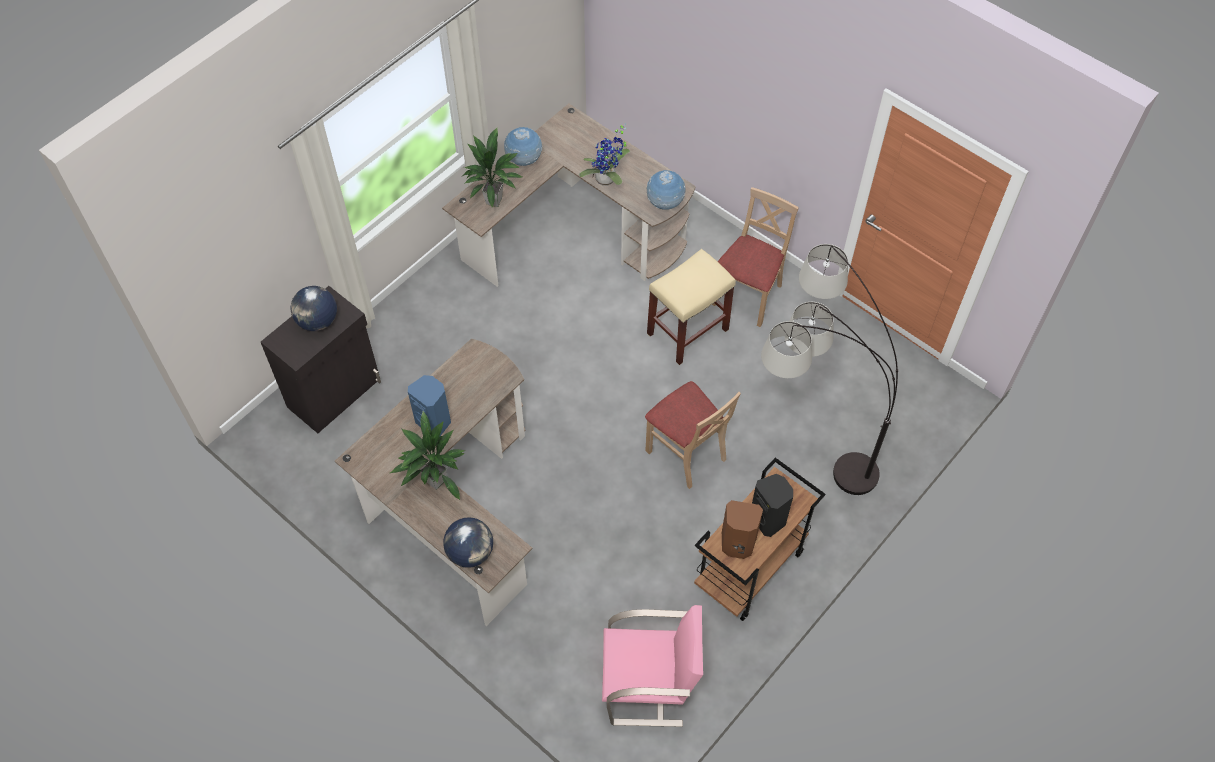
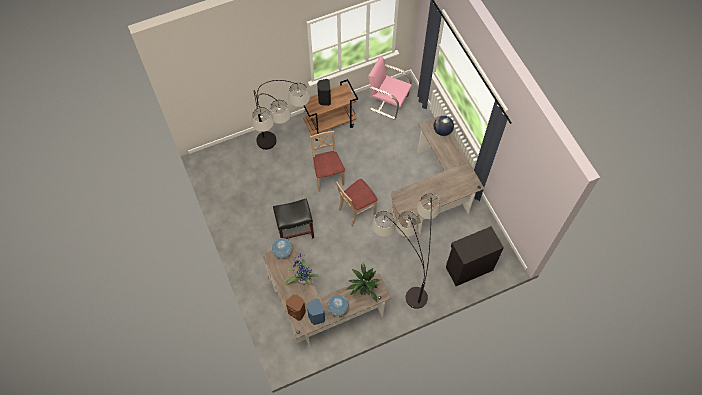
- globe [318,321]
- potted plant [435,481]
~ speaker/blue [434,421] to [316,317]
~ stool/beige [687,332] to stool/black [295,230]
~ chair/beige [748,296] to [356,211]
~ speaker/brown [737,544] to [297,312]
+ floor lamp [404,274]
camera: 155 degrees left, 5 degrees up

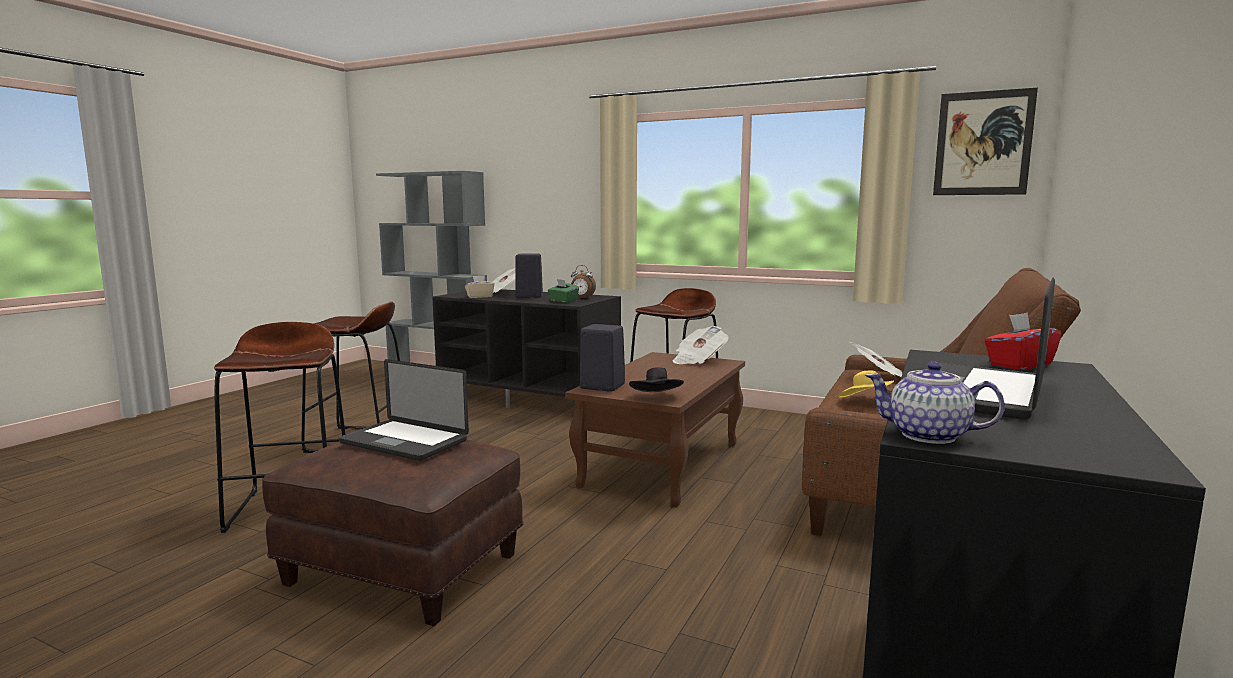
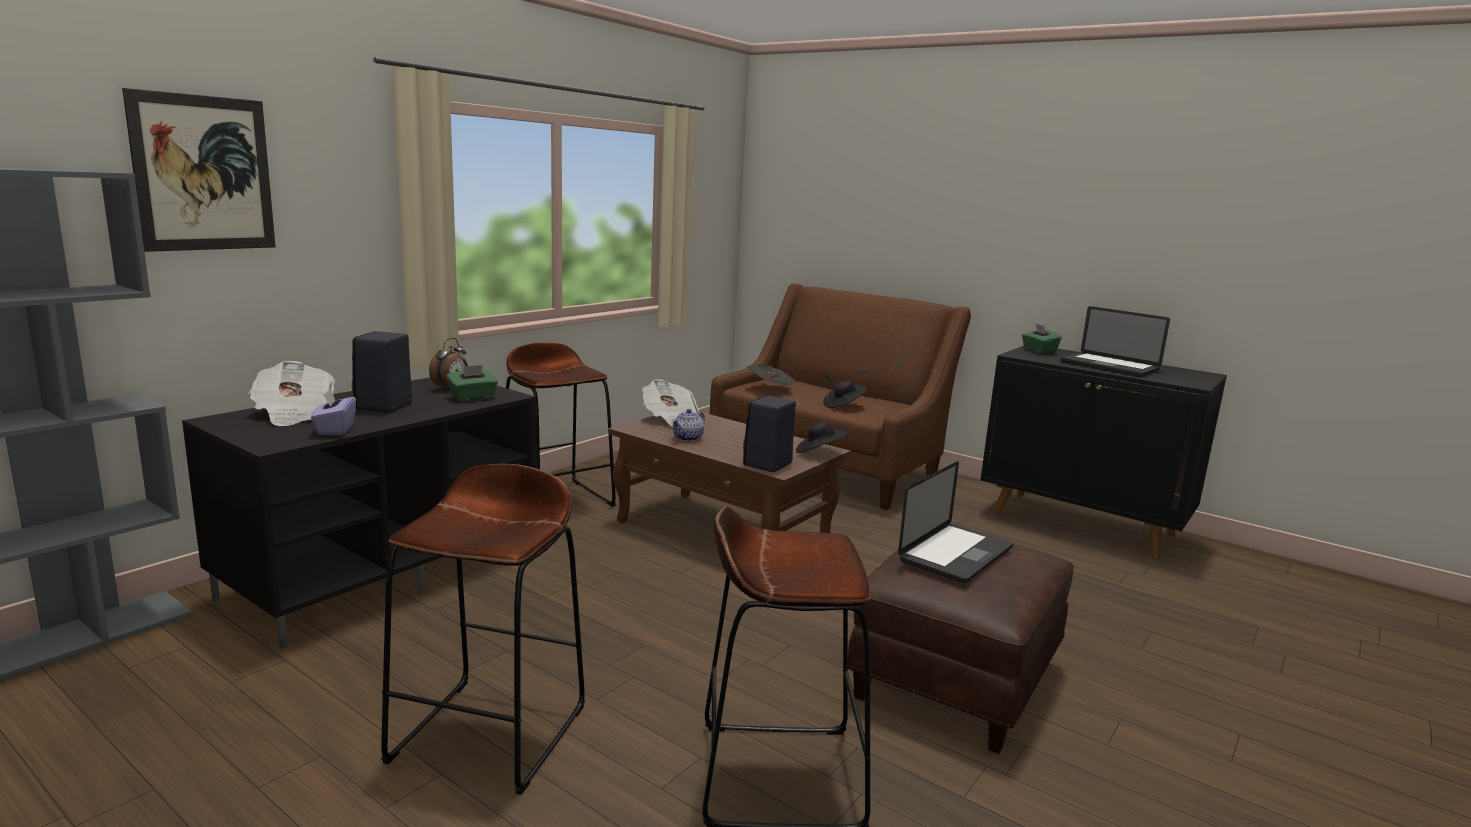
~ tissue box/beige [479,297] to tissue box/purple [335,429]
~ hat/yellow [865,402] to hat/black [843,406]
~ teapot [929,435] to [688,438]
~ picture [983,143] to [204,173]
~ tissue box/red [1019,365] to tissue box/green [1038,351]
camera: 80 degrees left, 5 degrees up

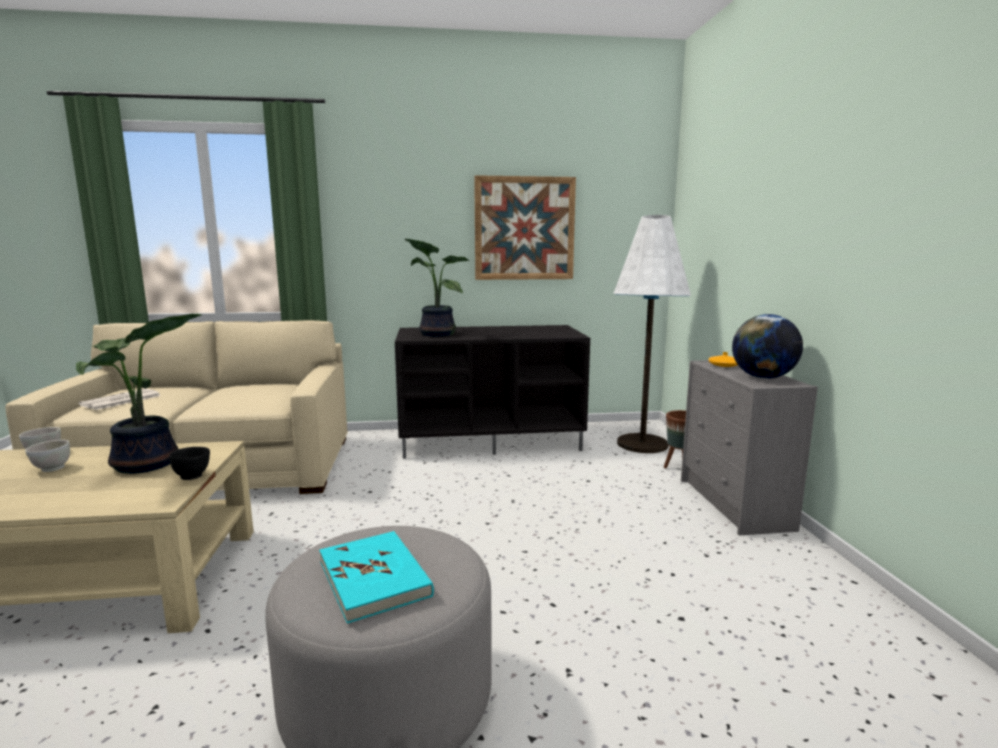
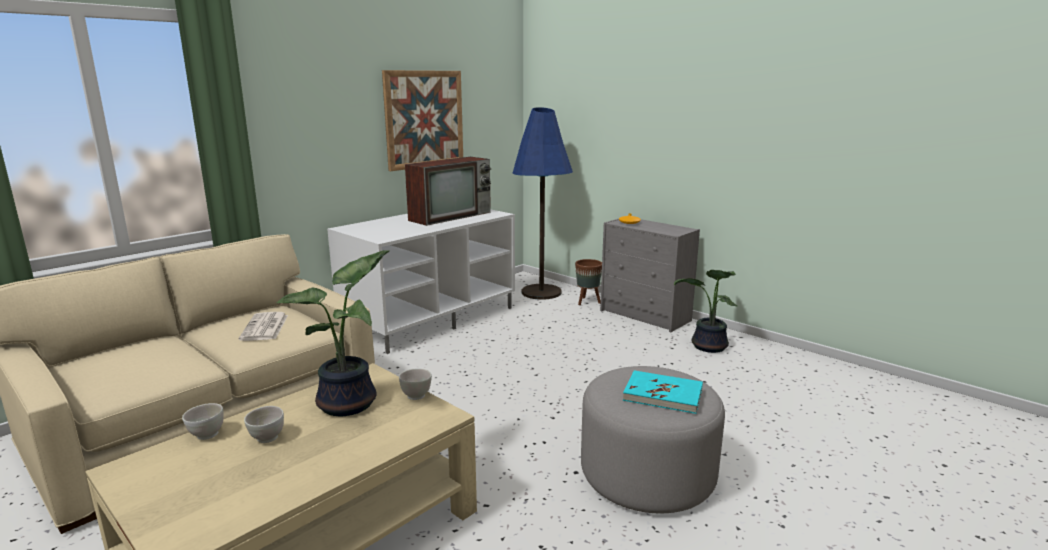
~ newspaper [120,400] to [265,327]
~ bowl/black [192,476] to bowl/white [416,396]
~ tv stand/black [491,439] to tv stand/white [430,318]
~ potted plant [435,334] to [708,347]
~ floor lamp/white [642,444] to floor lamp/blue [541,292]
- globe [763,378]
+ television [451,216]
camera: 40 degrees left, 5 degrees up

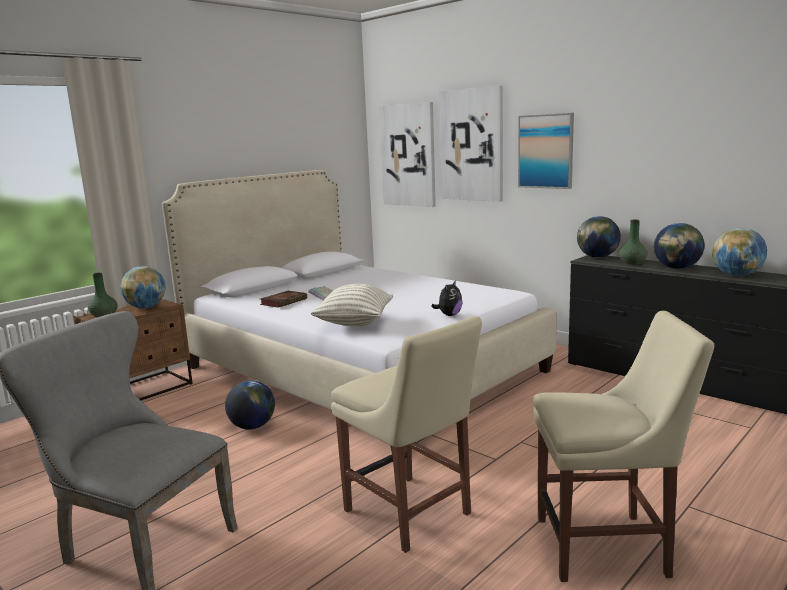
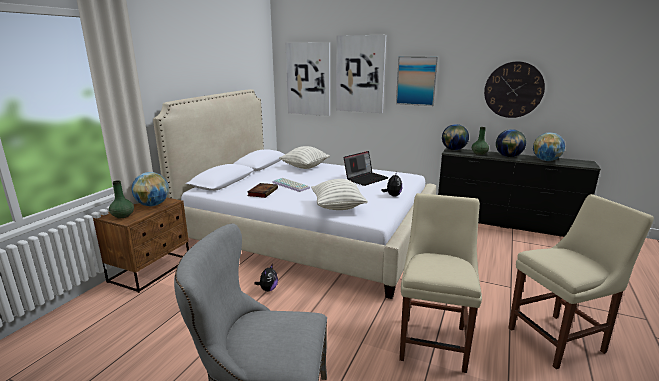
~ globe [252,426] to plush toy [268,289]
~ chair/beige [410,515] = [433,340] 105 degrees counterclockwise
+ pillow [304,167]
+ laptop [366,178]
+ wall clock [513,90]
camera: 20 degrees left, 5 degrees up

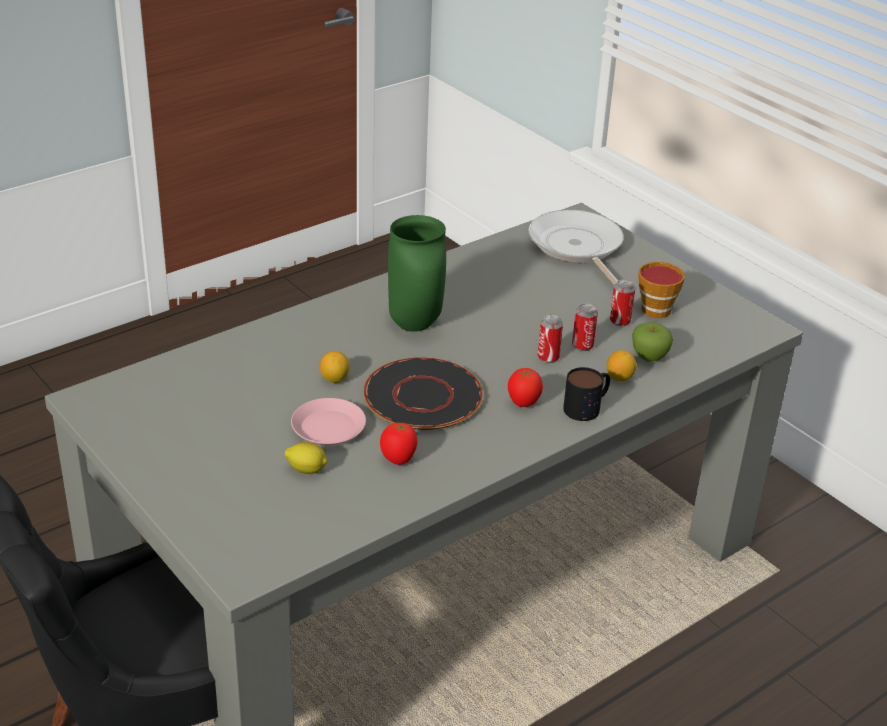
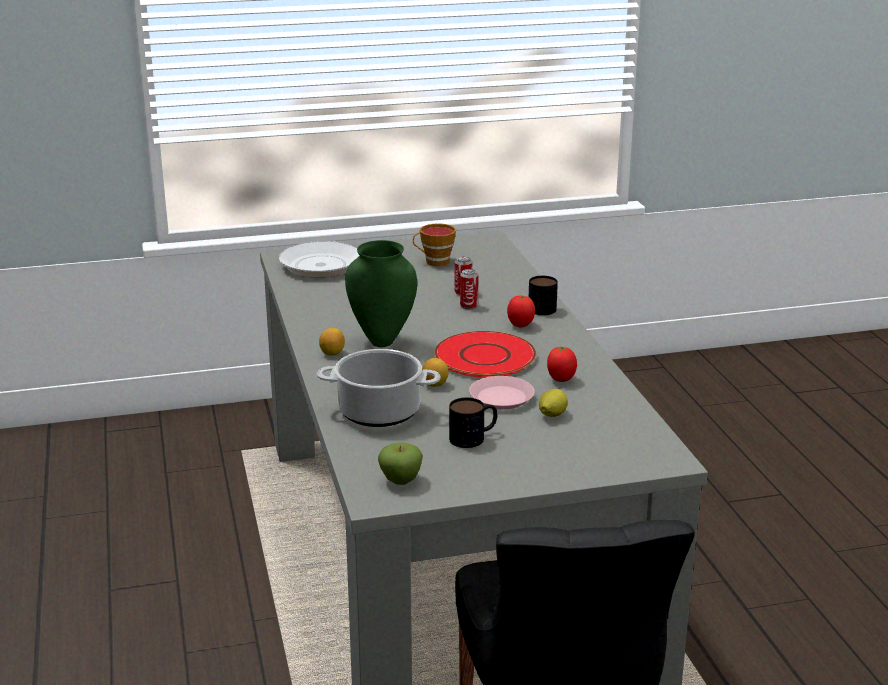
~ plate/black [423,396] to plate/red [484,356]
~ lemon [619,378] to [332,353]
- can [620,321]
~ apple [649,357] to [400,480]
+ cooking pot [378,412]
+ mug [474,437]
camera: 65 degrees left, 10 degrees down

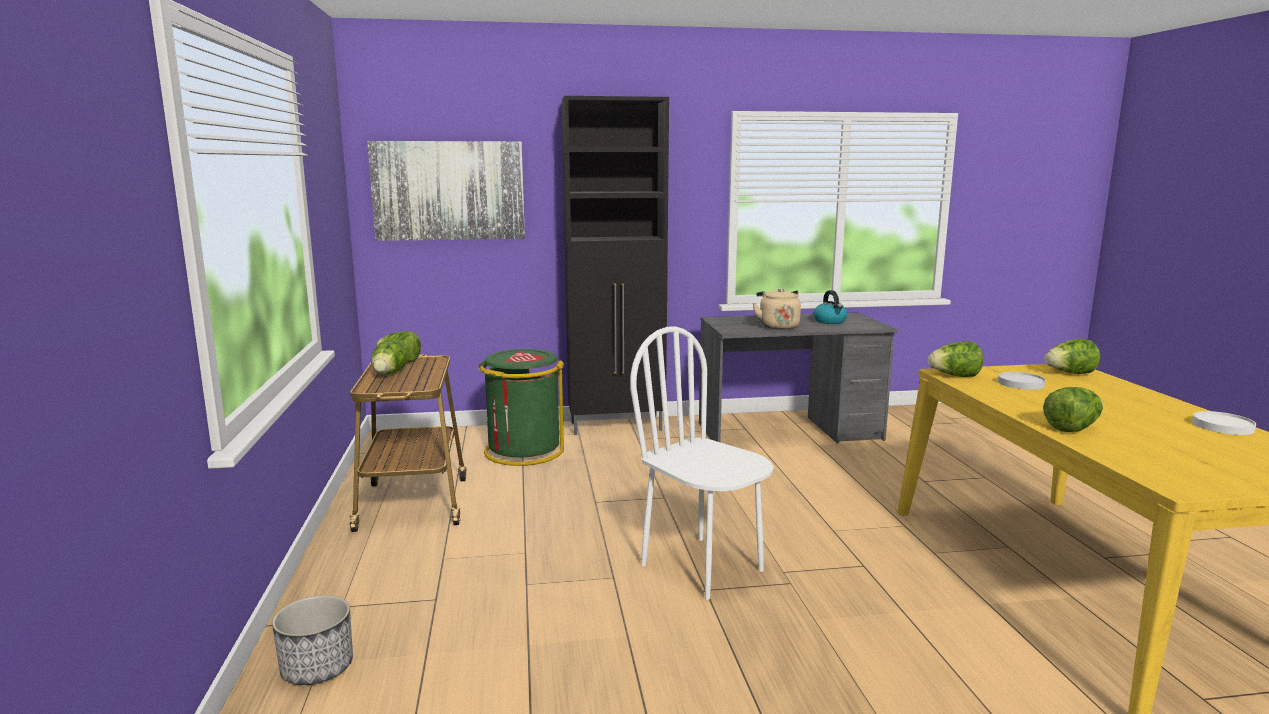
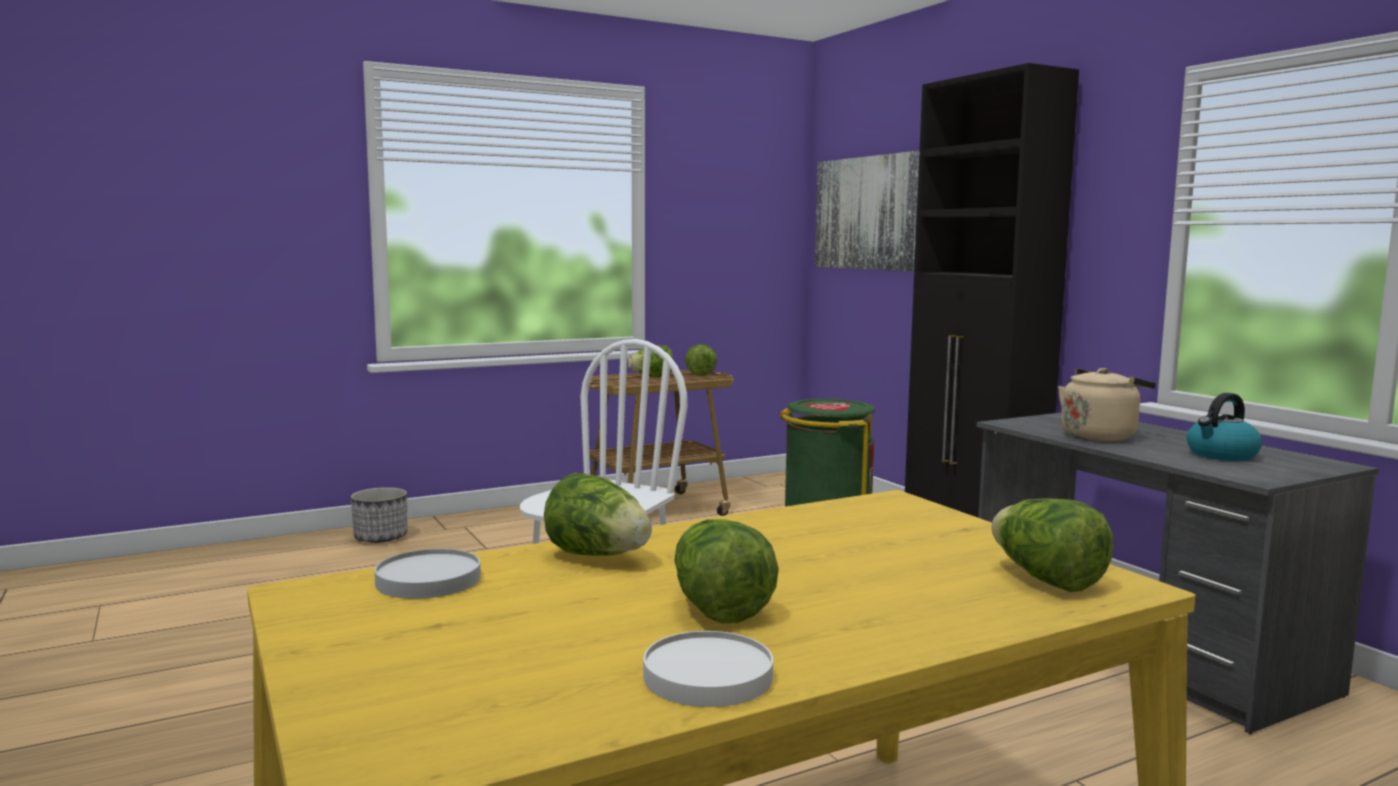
~ lettuce [954,376] to [717,608]
~ plate/white [1021,383] to [428,580]
camera: 70 degrees right, 5 degrees down

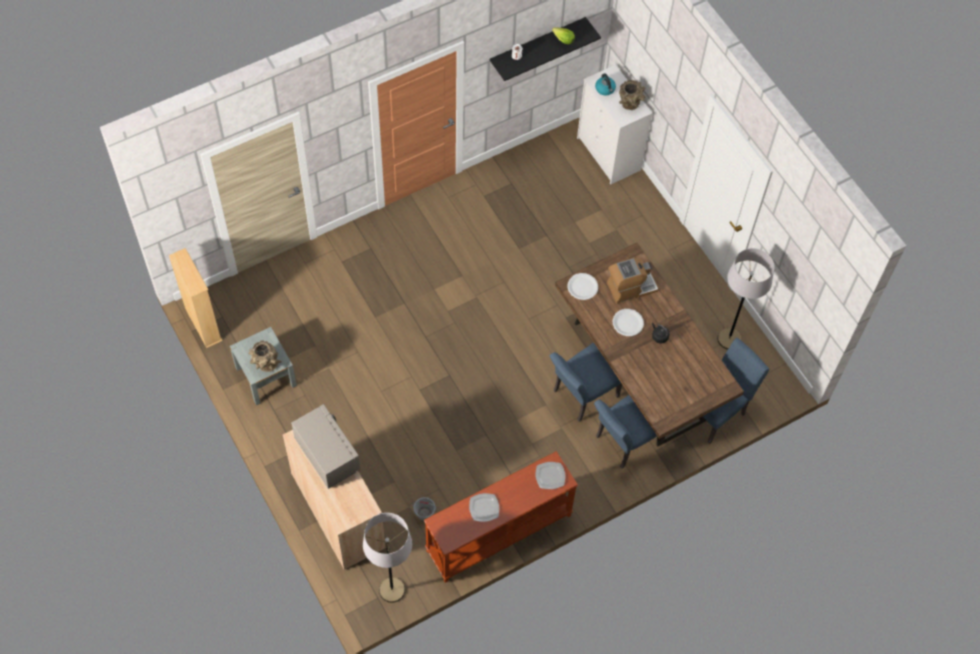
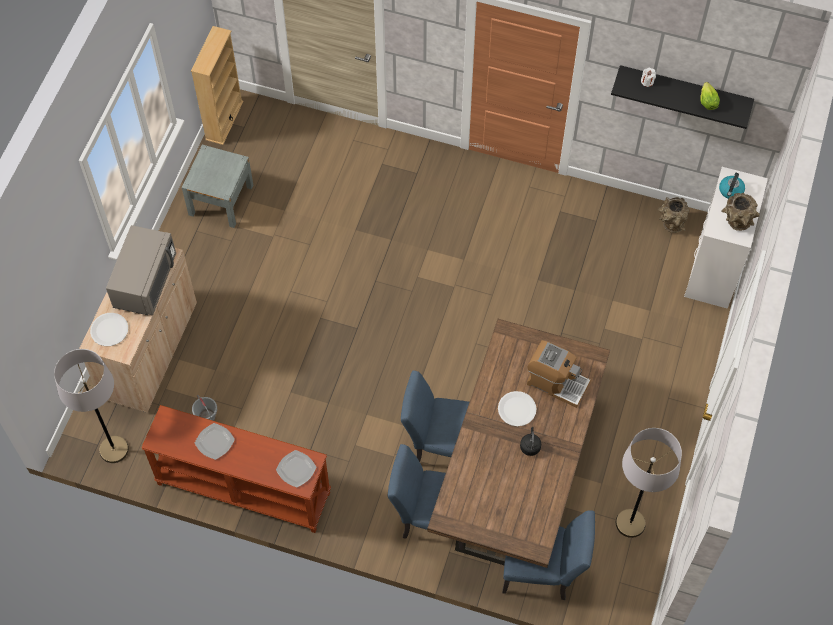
~ vase/brown [265,365] to [670,224]
~ plate/white [582,287] to [109,330]
camera: 50 degrees right, 0 degrees up

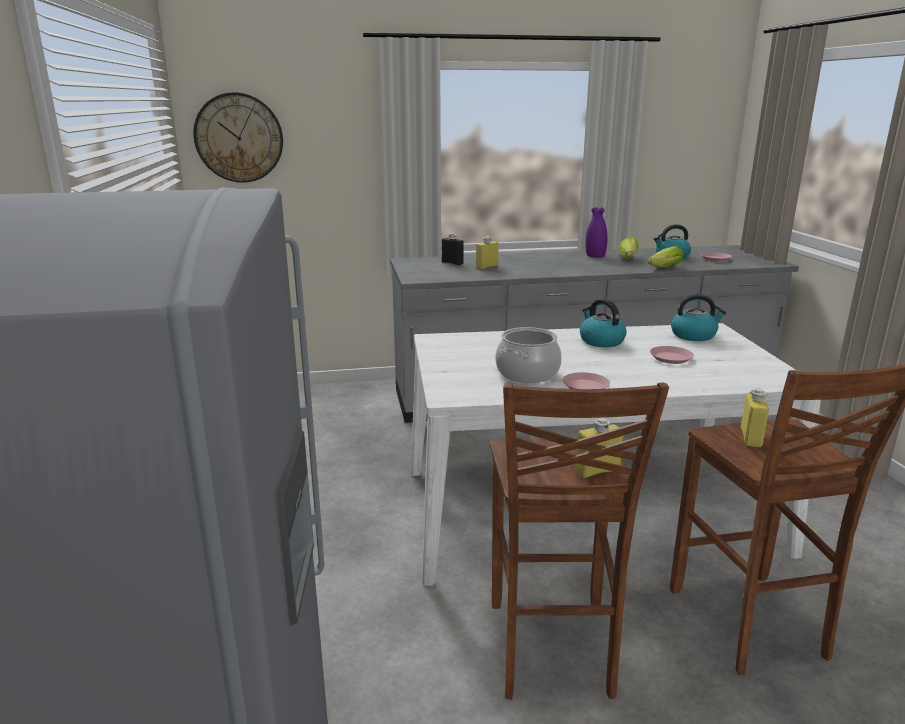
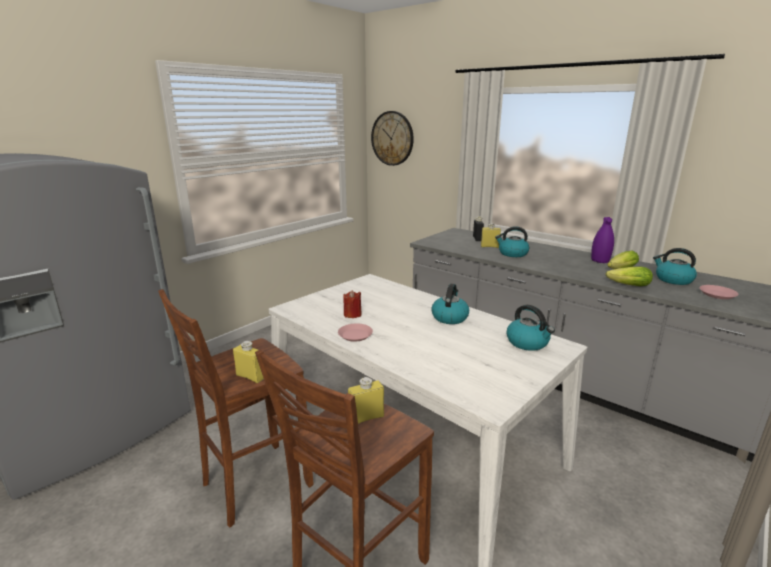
~ cooking pot [527,373] to candle/red [352,314]
- plate/pink [671,358]
+ kettle [512,254]
camera: 50 degrees right, 0 degrees up

